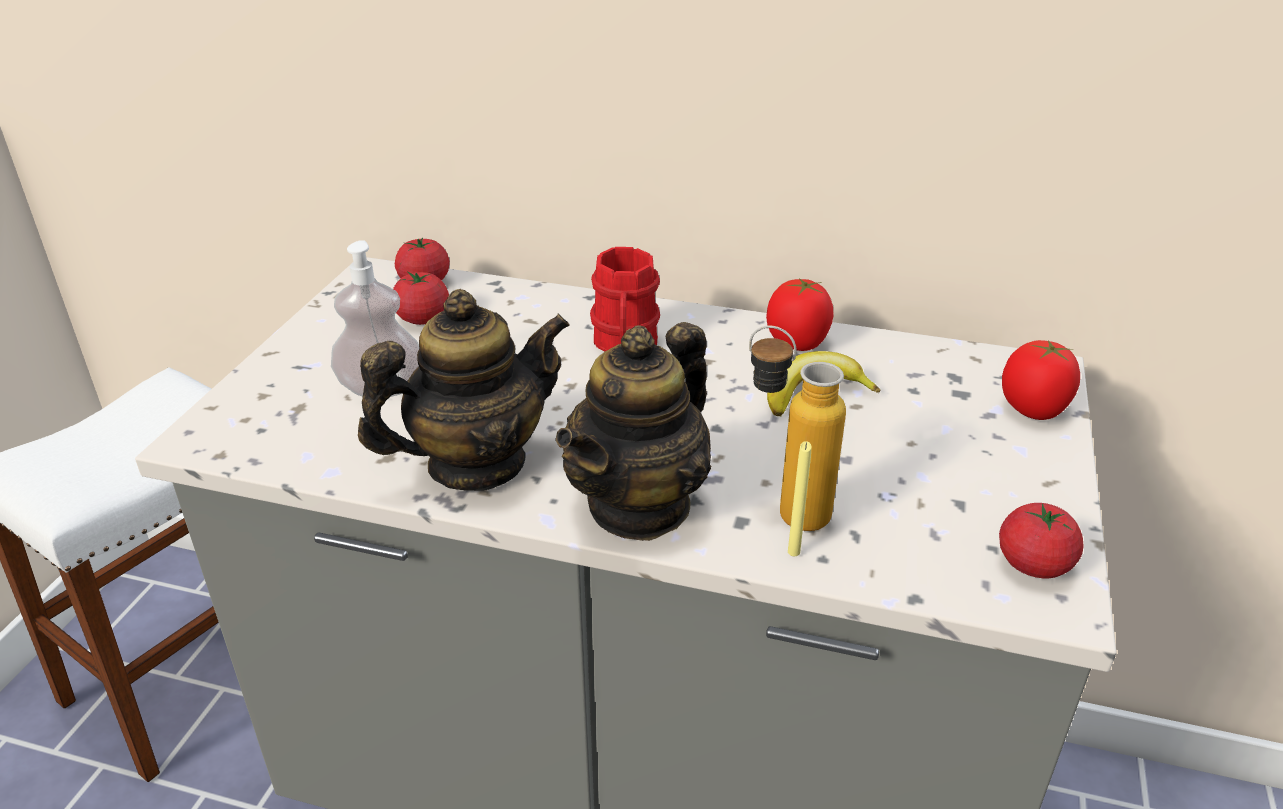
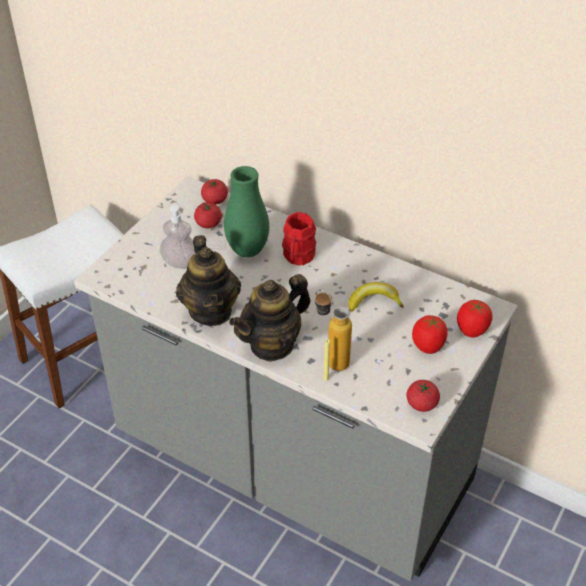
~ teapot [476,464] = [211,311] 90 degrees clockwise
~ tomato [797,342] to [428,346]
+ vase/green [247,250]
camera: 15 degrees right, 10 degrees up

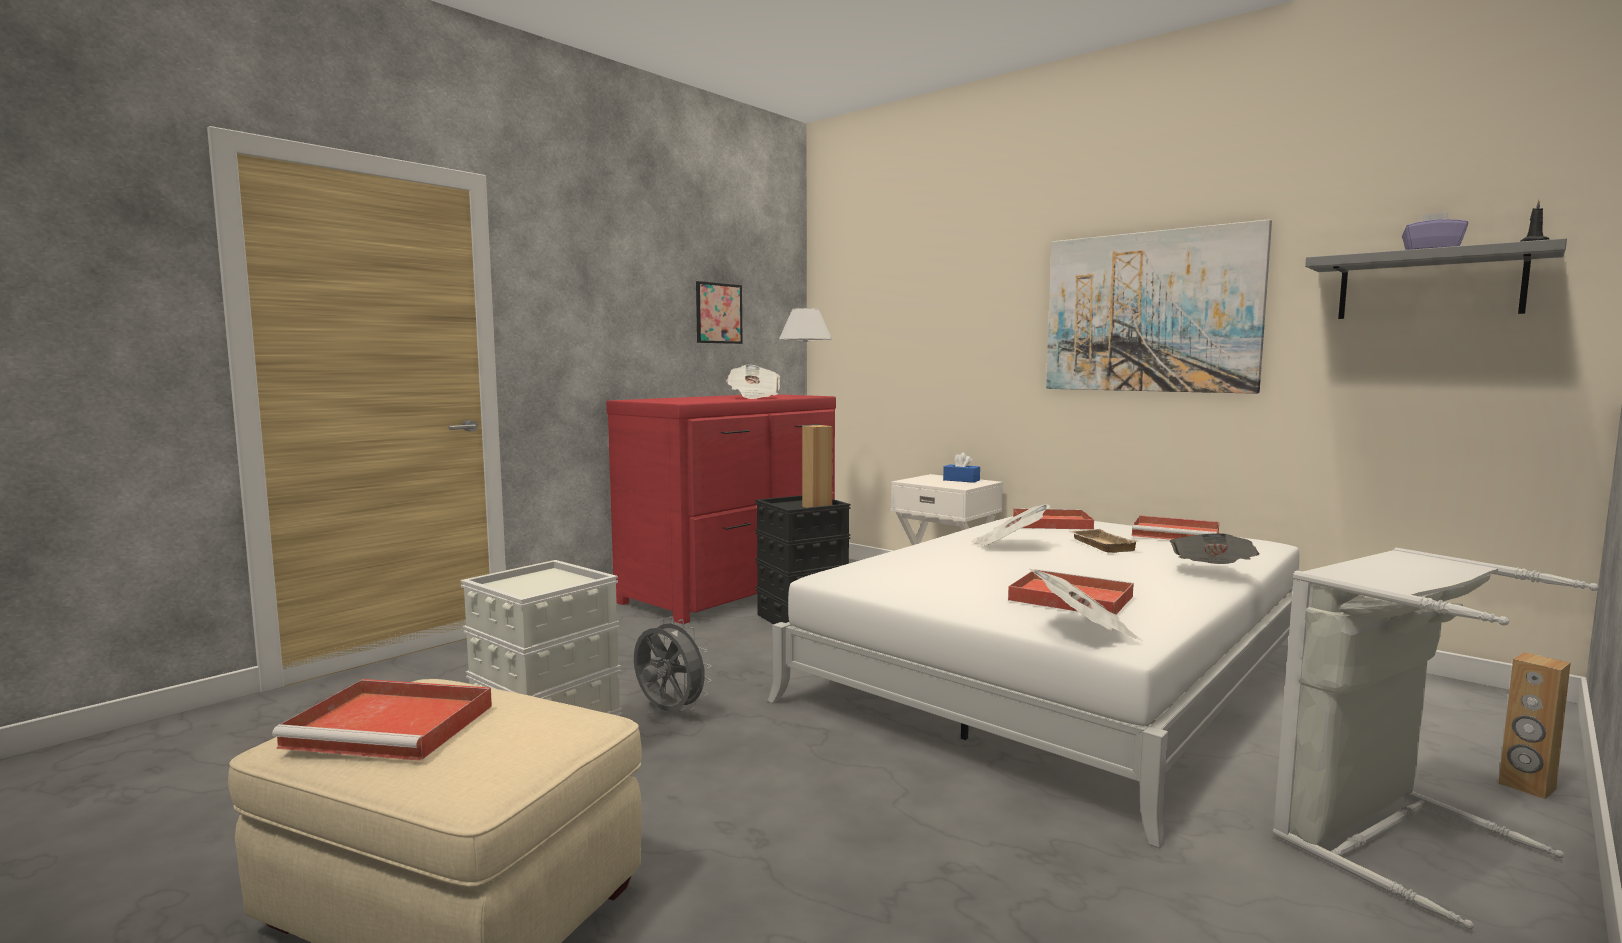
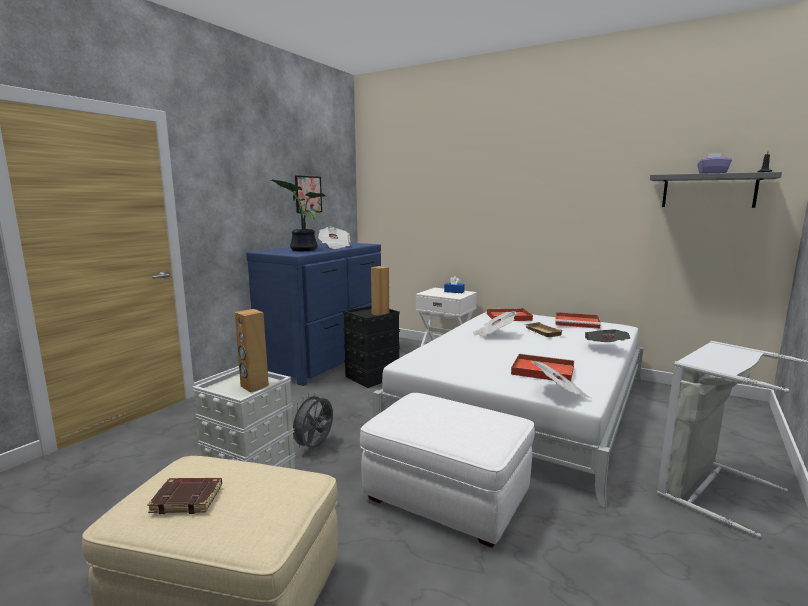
~ tray/red [394,726] to book/brown [188,499]
~ dresser/red [733,590] to dresser/blue [325,360]
~ fan/grey [668,712] = [315,447] 90 degrees counterclockwise
- table lamp/white [805,395]
- picture [1149,312]
~ speaker/brown [1526,786] to [254,386]
+ potted plant [302,250]
+ ottoman/white [447,498]
camera: 10 degrees left, 5 degrees up

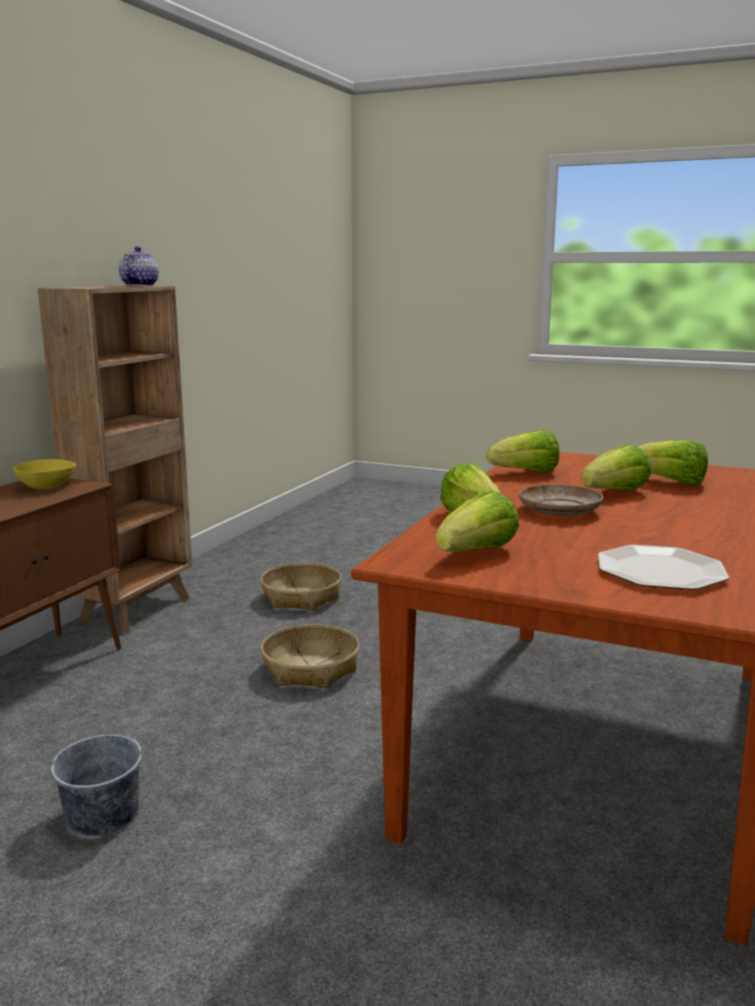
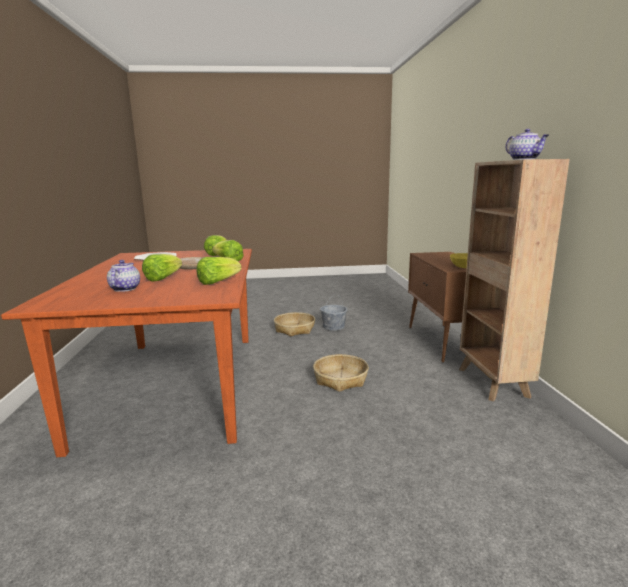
~ basket [301,597] to [295,329]
~ lettuce [670,482] to teapot [125,289]
camera: 150 degrees right, 0 degrees up

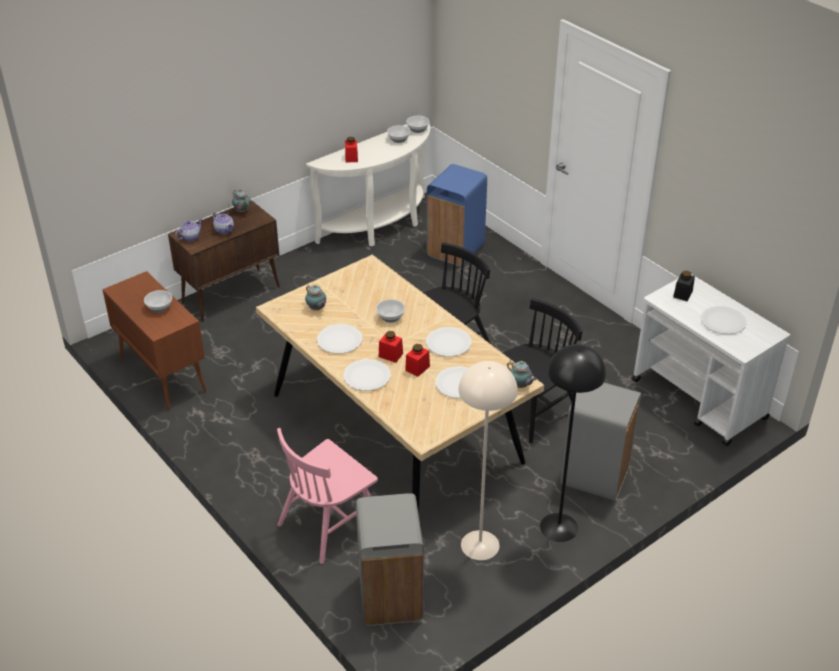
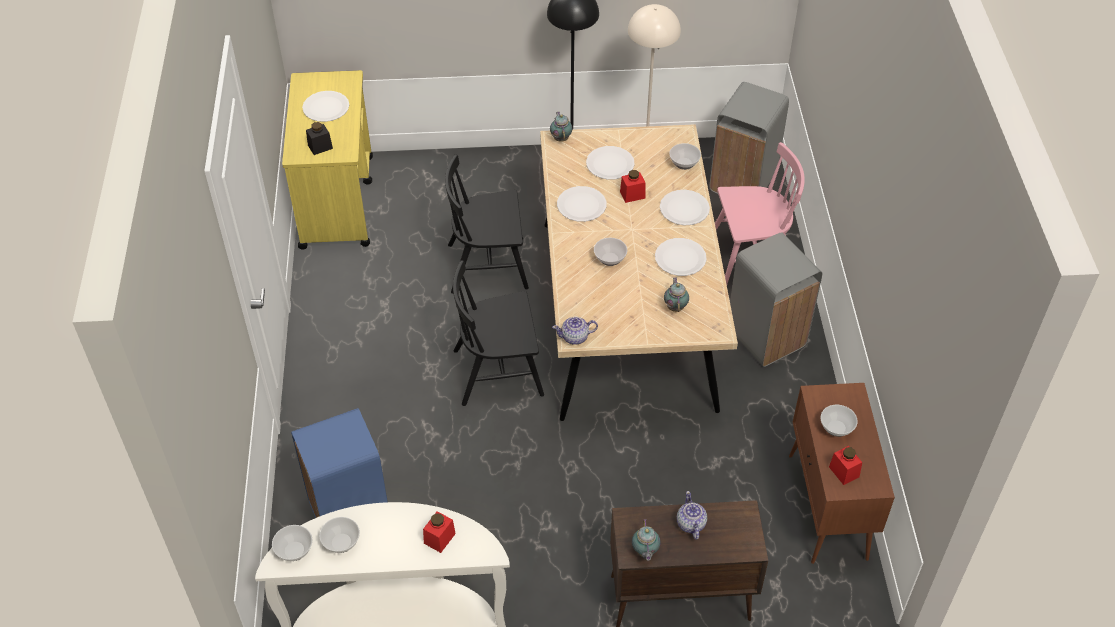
~ teapot [190,237] to [575,337]
~ jar/red [390,355] to [844,472]
~ trash can/grey [595,477] to [766,336]
~ cart/white [699,400] to cart/yellow [337,201]
+ bowl [683,163]
camera: 145 degrees left, 10 degrees up

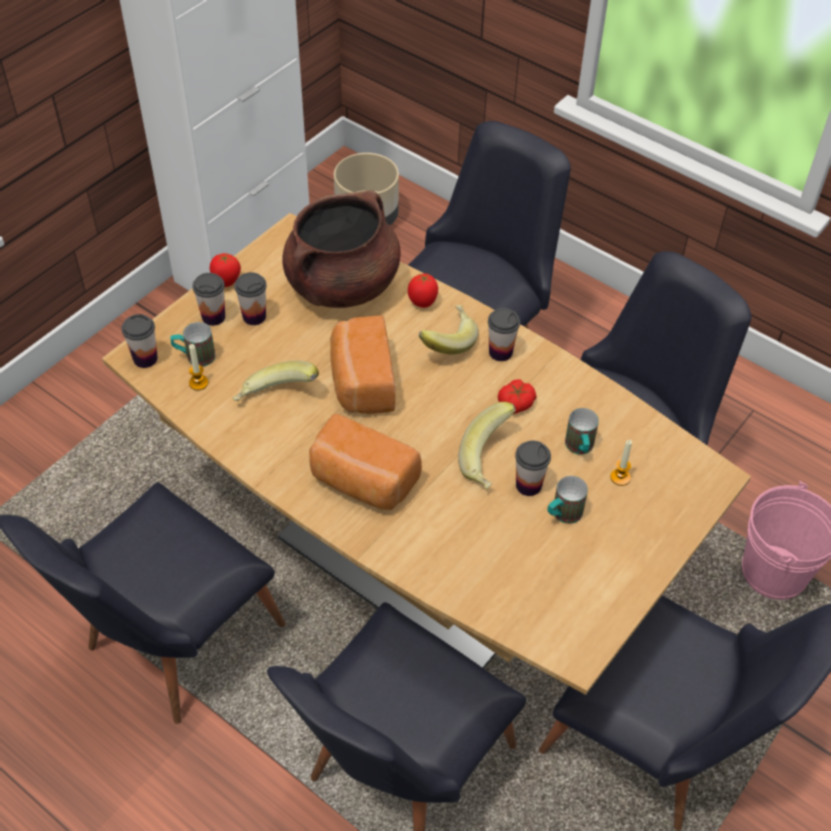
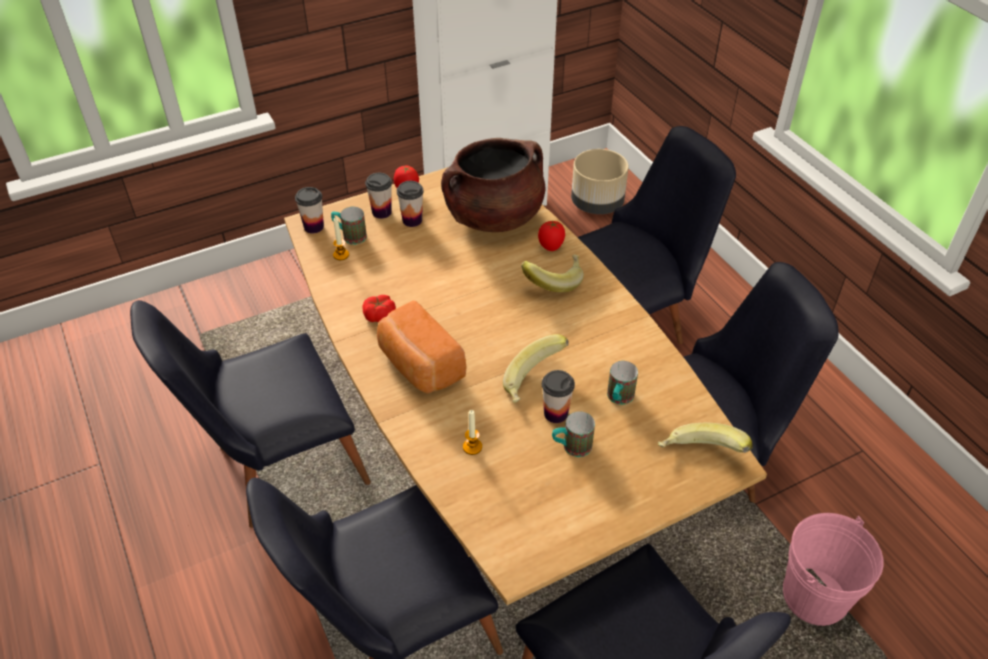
~ banana [276,398] to [700,456]
- bread [361,382]
- cup [500,352]
~ tomato [516,403] to [380,315]
~ candle [620,477] to [472,447]
camera: 25 degrees right, 5 degrees down

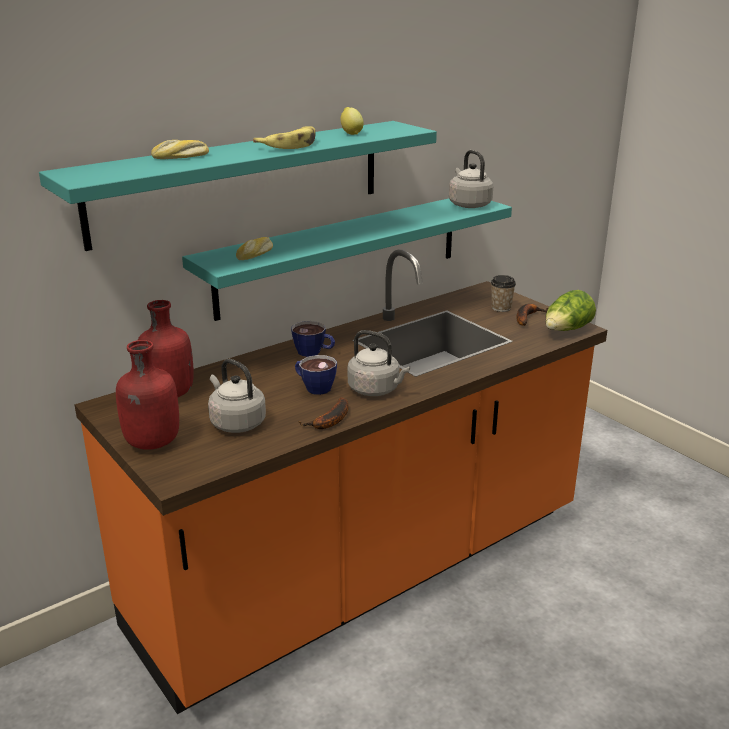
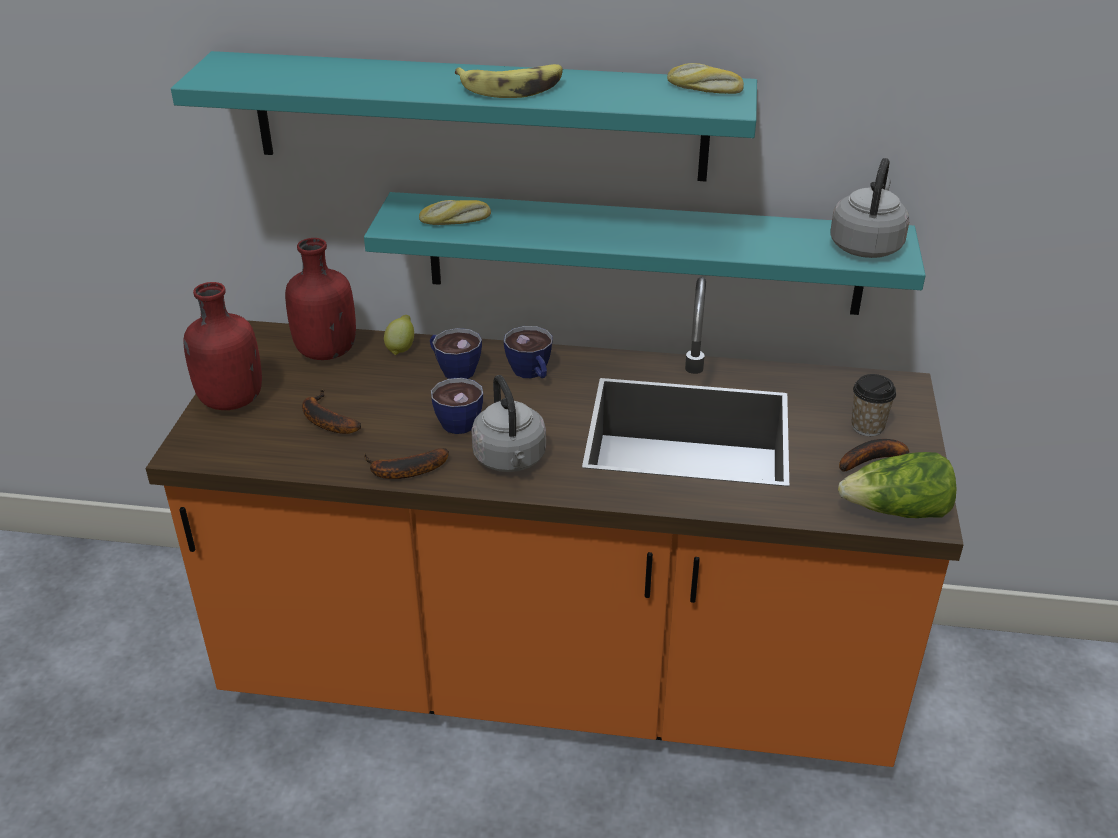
~ bread [181,157] to [704,89]
~ kettle/grey [236,422] to banana [324,420]
~ lemon [351,133] to [401,348]
+ cup [453,369]
camera: 45 degrees right, 10 degrees up

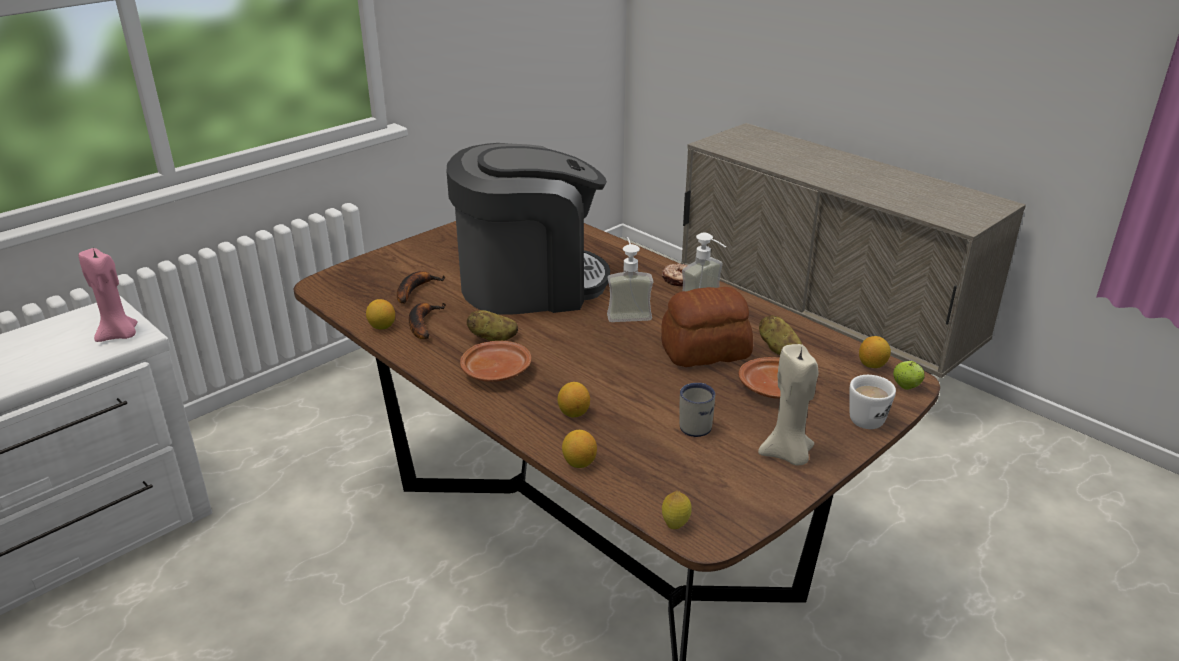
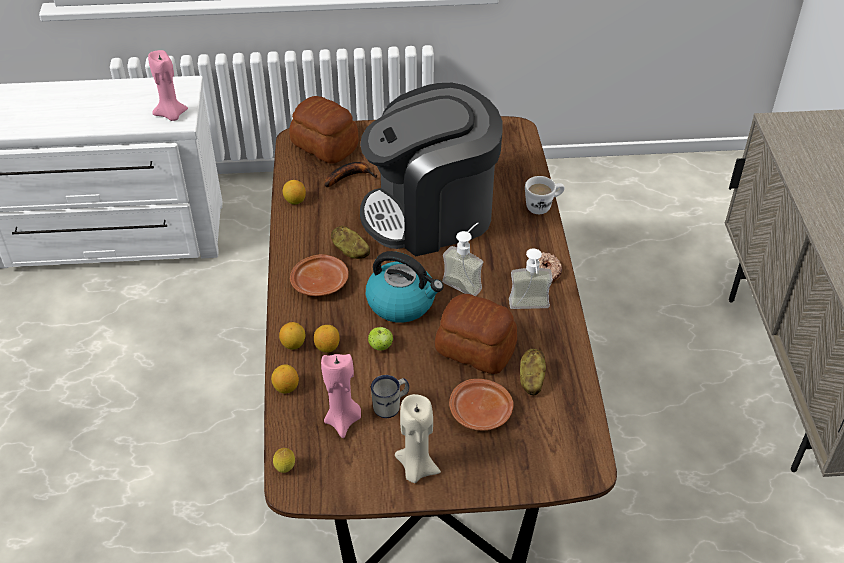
- banana [422,324]
~ coffee machine [530,284] = [431,213] 135 degrees clockwise
~ mug/white [868,416] to [543,206]
~ lemon [872,365] to [293,344]
~ apple [906,386] to [380,346]
+ bread [325,145]
+ candle/pink [343,420]
+ kettle [402,302]
camera: 40 degrees right, 15 degrees up

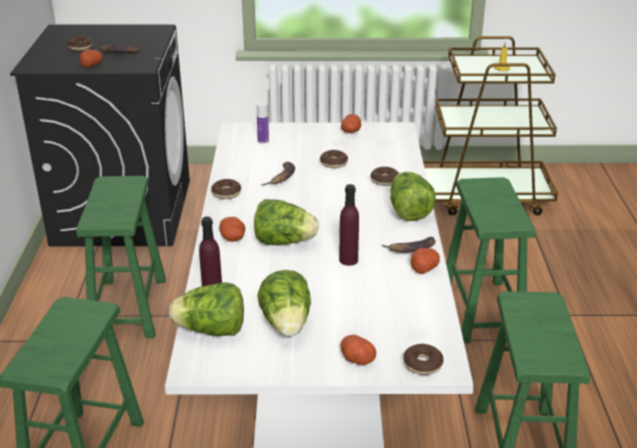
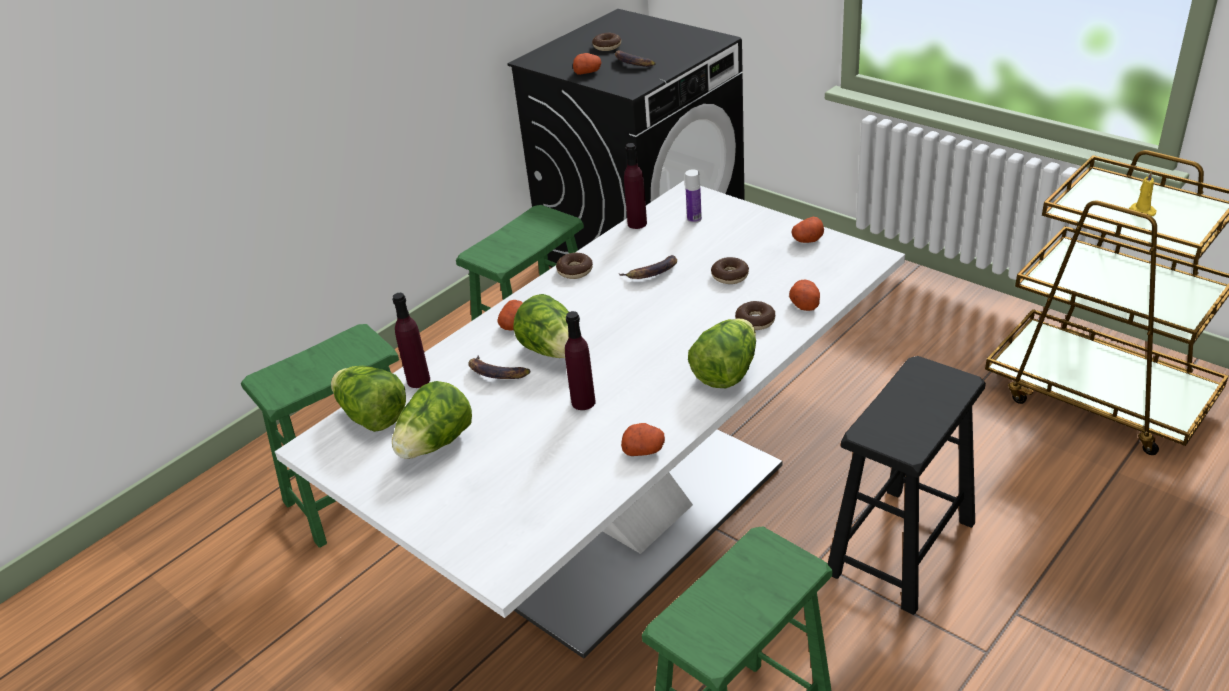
~ potato [356,358] to [804,304]
~ banana [411,249] to [496,373]
- donut [422,364]
~ stool/green [482,311] to stool/black [902,548]
+ bottle/purple [637,223]
camera: 45 degrees right, 5 degrees up

